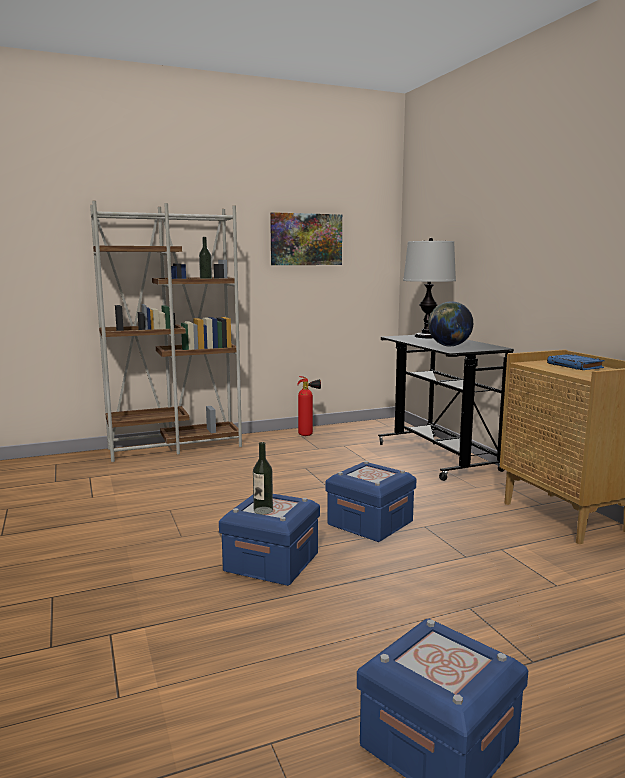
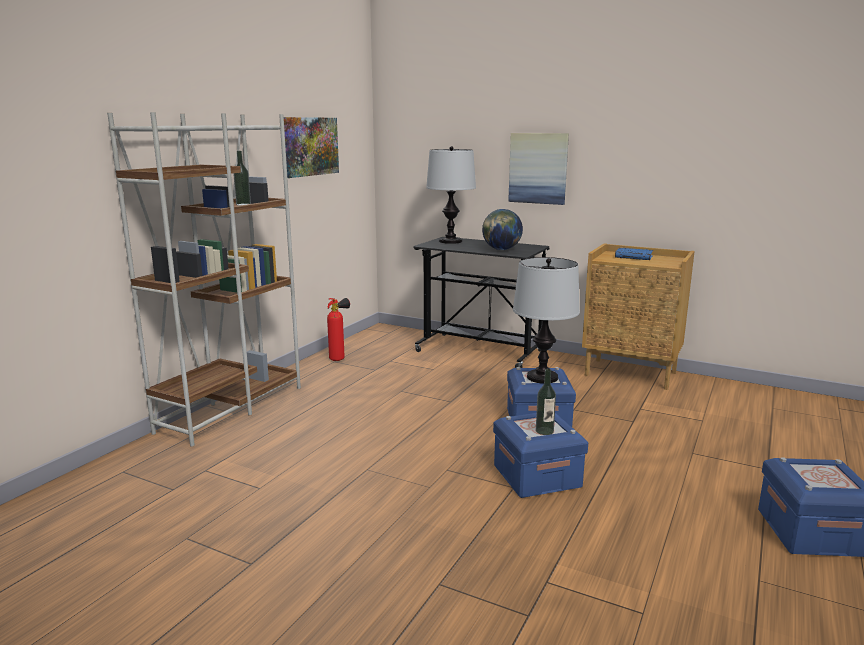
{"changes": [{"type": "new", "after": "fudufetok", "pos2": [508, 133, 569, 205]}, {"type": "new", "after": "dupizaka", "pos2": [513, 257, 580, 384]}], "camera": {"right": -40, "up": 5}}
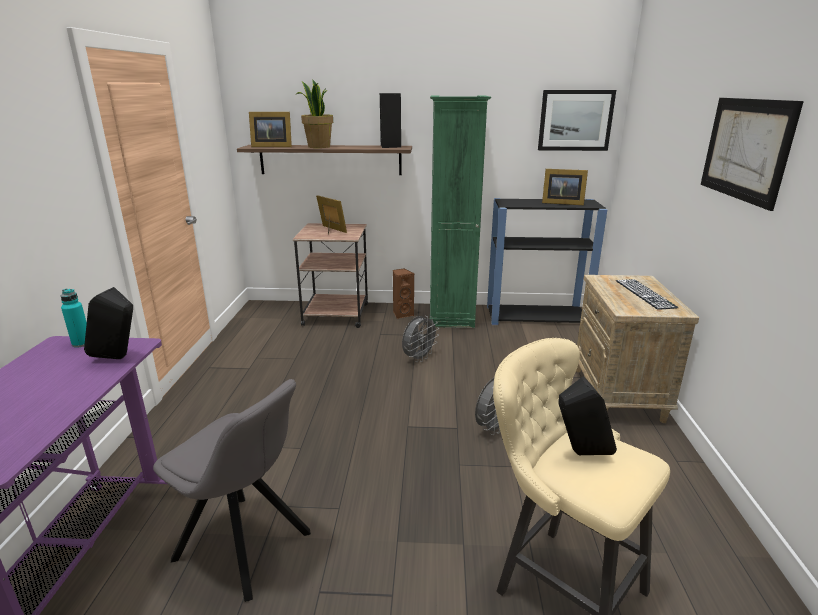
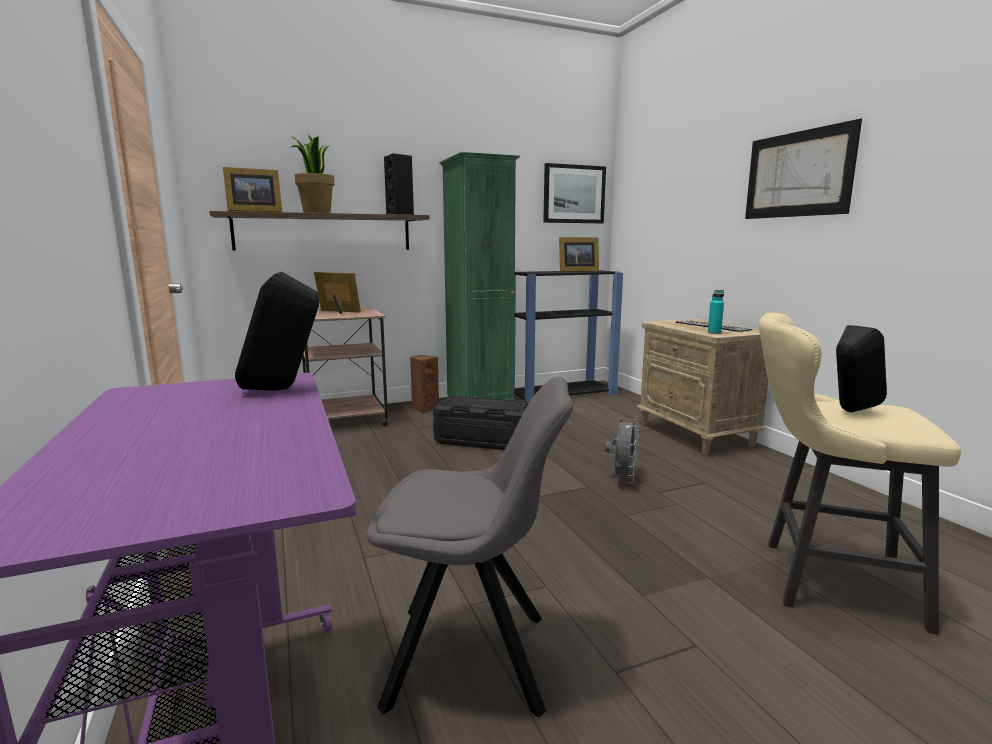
{"changes": [{"type": "shifted", "before": "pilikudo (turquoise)", "pos1": [61, 289, 87, 348], "pos2": [708, 290, 724, 334]}, {"type": "swapped", "before": "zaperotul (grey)", "after": "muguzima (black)", "pos1": [402, 316, 439, 362], "pos2": [433, 395, 529, 450]}], "camera": {"right": -25, "up": -10}}
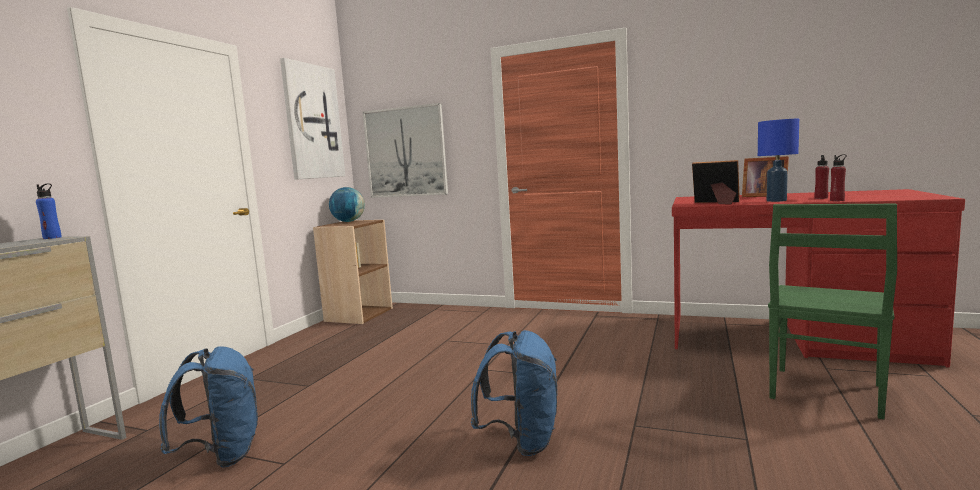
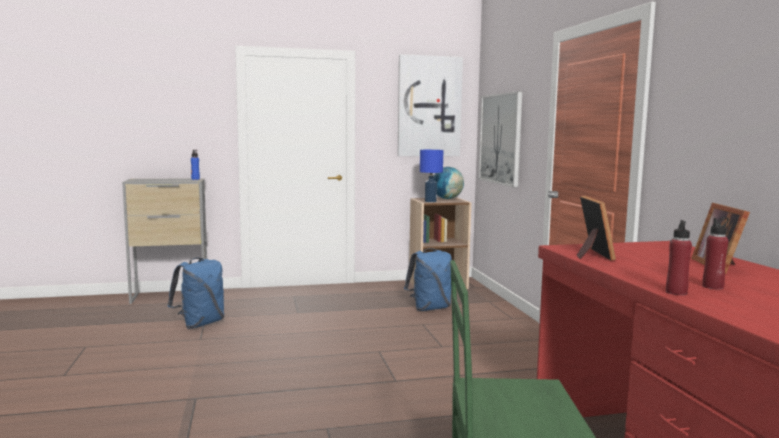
{"changes": [{"type": "shifted", "before": "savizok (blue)", "pos1": [471, 330, 557, 456], "pos2": [404, 248, 452, 311]}, {"type": "shifted", "before": "dupizaka (blue)", "pos1": [758, 119, 799, 202], "pos2": [420, 150, 443, 202]}], "camera": {"right": 55, "up": 0}}
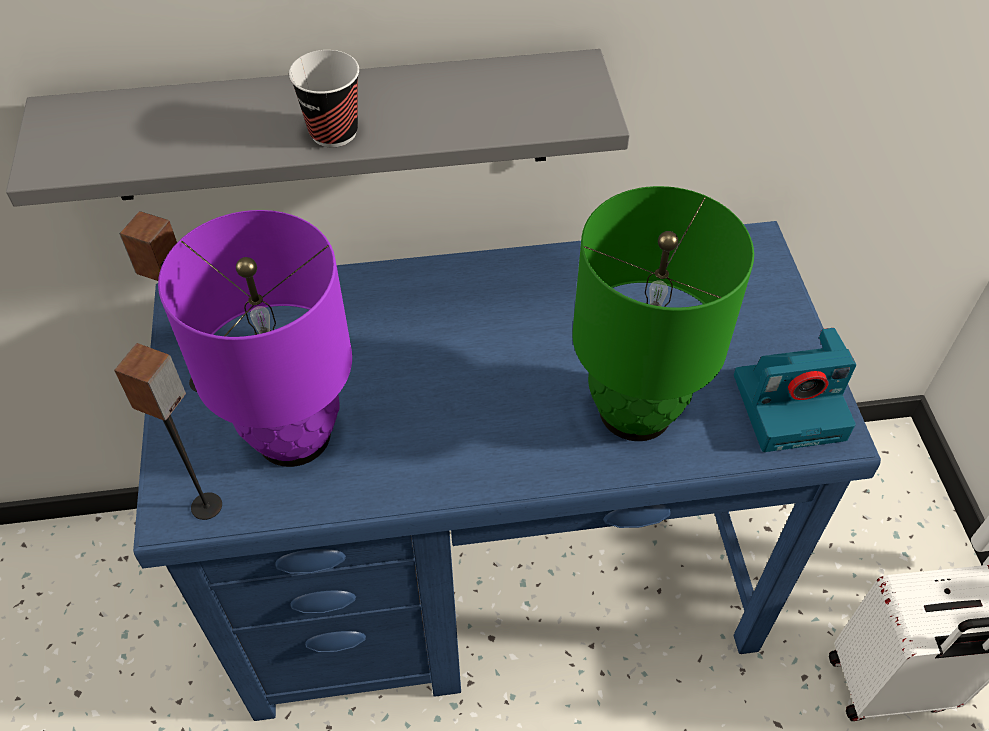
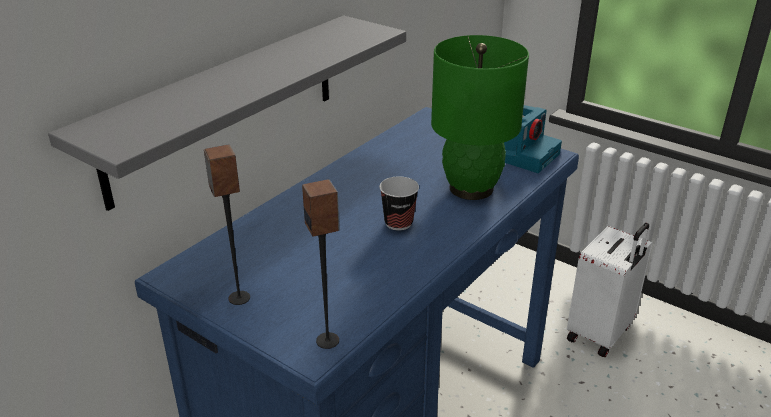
{"changes": [{"type": "gone", "before": "dupizaka (purple)", "pos1": [158, 210, 352, 467]}, {"type": "shifted", "before": "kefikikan", "pos1": [289, 50, 359, 147], "pos2": [379, 176, 419, 231]}], "camera": {"right": -45, "up": -20}}
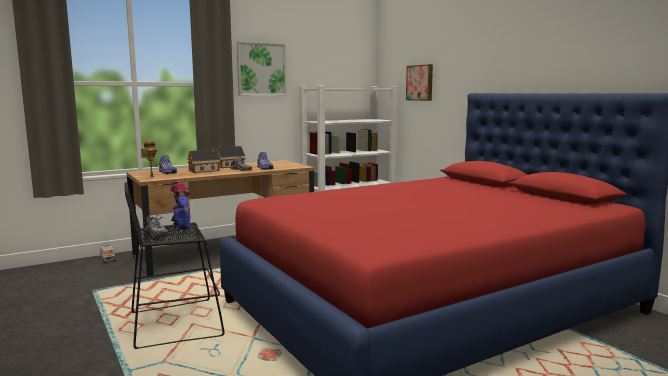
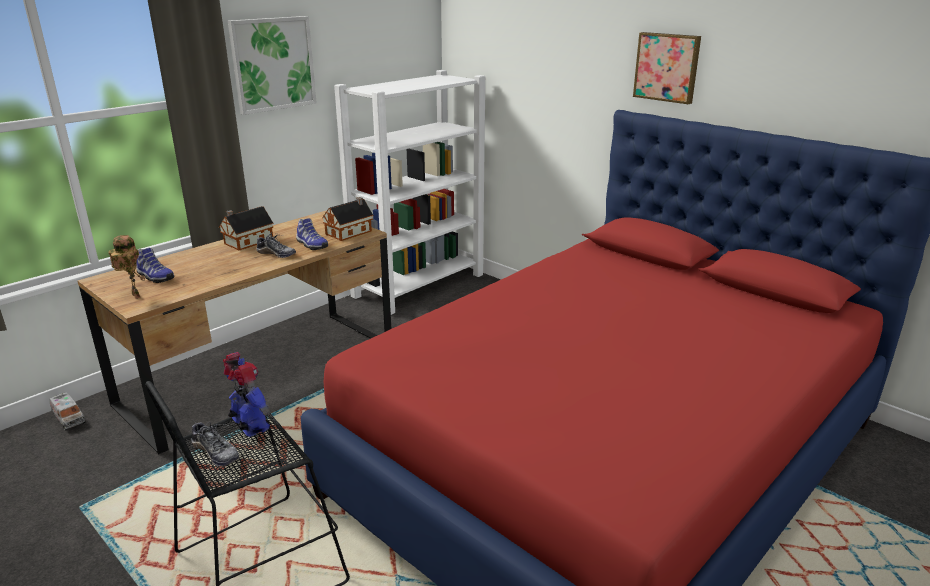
{"changes": [{"type": "shifted", "before": "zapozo", "pos1": [187, 148, 221, 173], "pos2": [322, 197, 374, 241]}, {"type": "shifted", "before": "fudufetok", "pos1": [406, 64, 433, 101], "pos2": [633, 32, 701, 104]}], "camera": {"right": -15, "up": 15}}
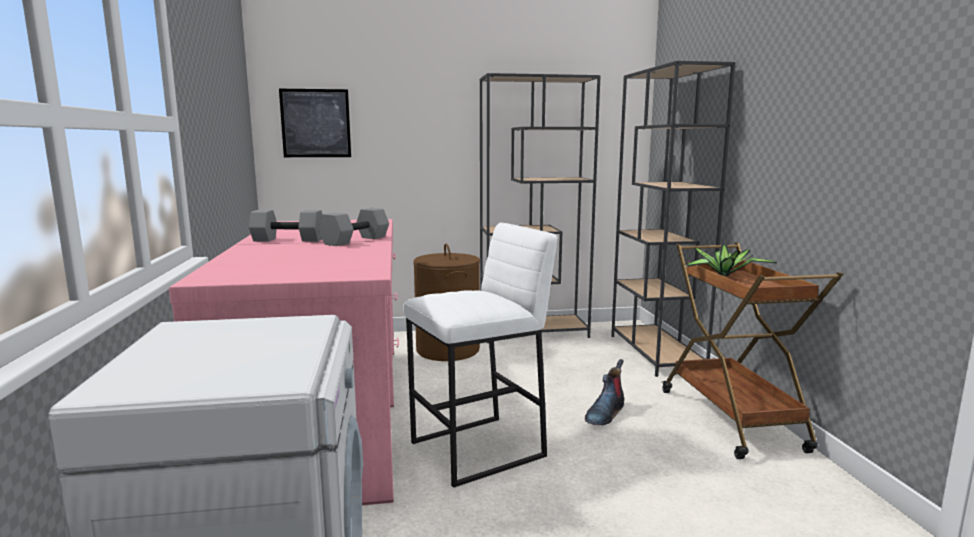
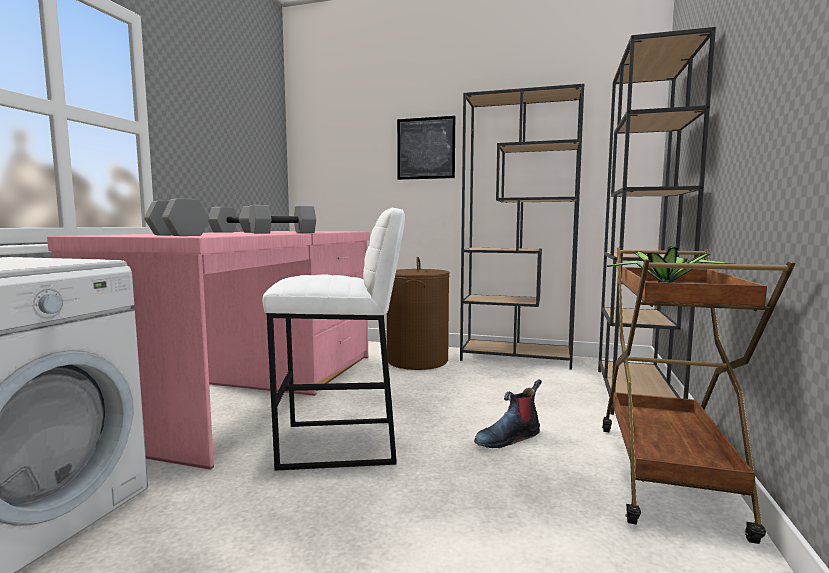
{"changes": [{"type": "new", "after": "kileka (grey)", "pos2": [144, 198, 209, 236]}, {"type": "shifted", "before": "fudufetok", "pos1": [279, 89, 351, 157], "pos2": [397, 116, 455, 180]}], "camera": {"right": 25, "up": -5}}
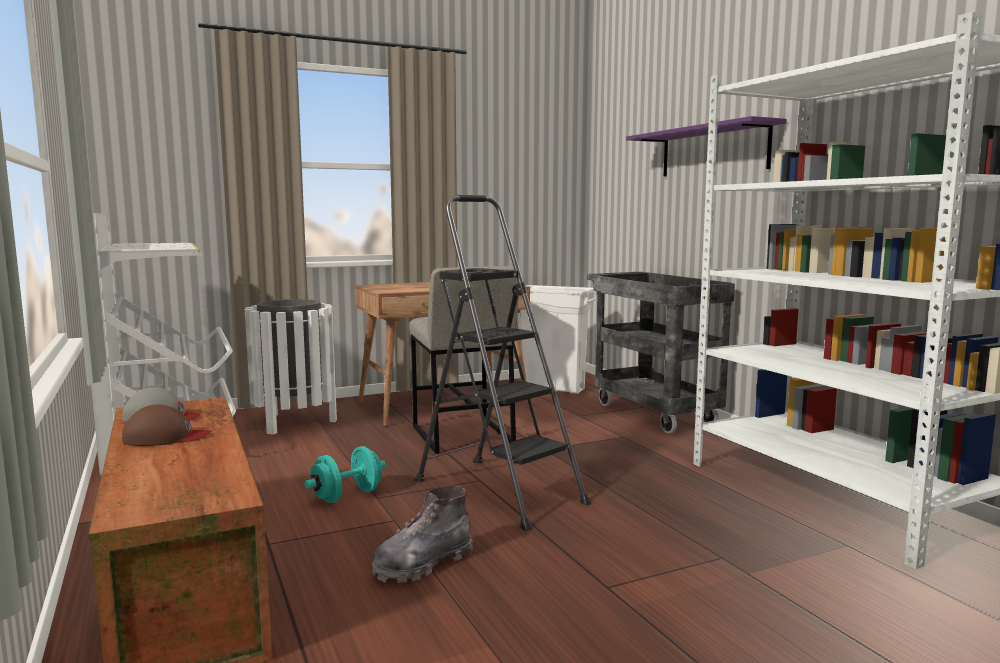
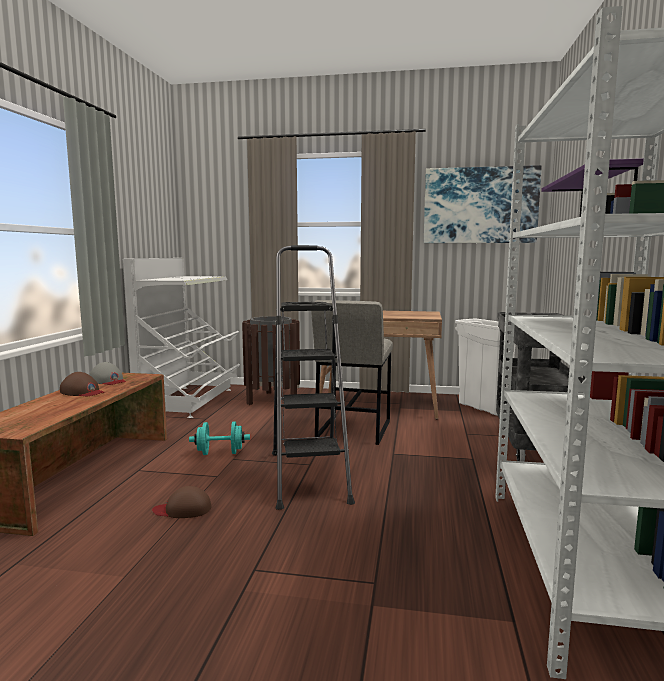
{"changes": [{"type": "new", "after": "fudufetok", "pos2": [424, 165, 542, 243]}, {"type": "swapped", "before": "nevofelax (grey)", "after": "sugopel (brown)", "pos1": [372, 485, 473, 583], "pos2": [152, 486, 211, 518]}, {"type": "repainted", "before": "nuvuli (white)", "after": "nuvuli (brown)", "pos1": [245, 299, 337, 435], "pos2": [242, 316, 300, 405]}], "camera": {"right": 35, "up": 0}}
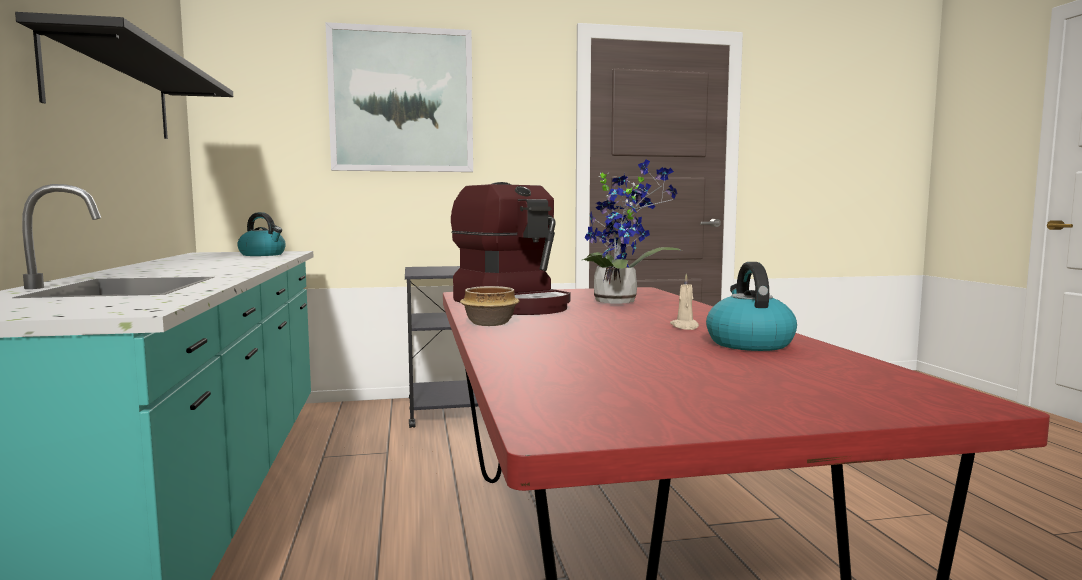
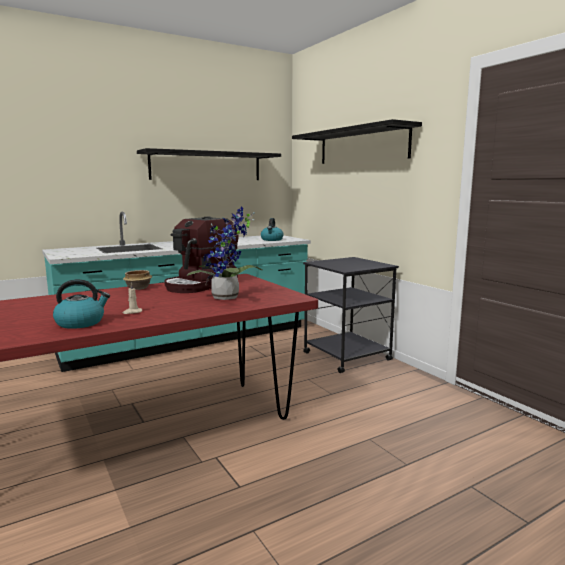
{"changes": [{"type": "swapped", "before": "fudufetok", "after": "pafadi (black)", "pos1": [325, 22, 473, 172], "pos2": [292, 119, 422, 164]}], "camera": {"right": 70, "up": 5}}
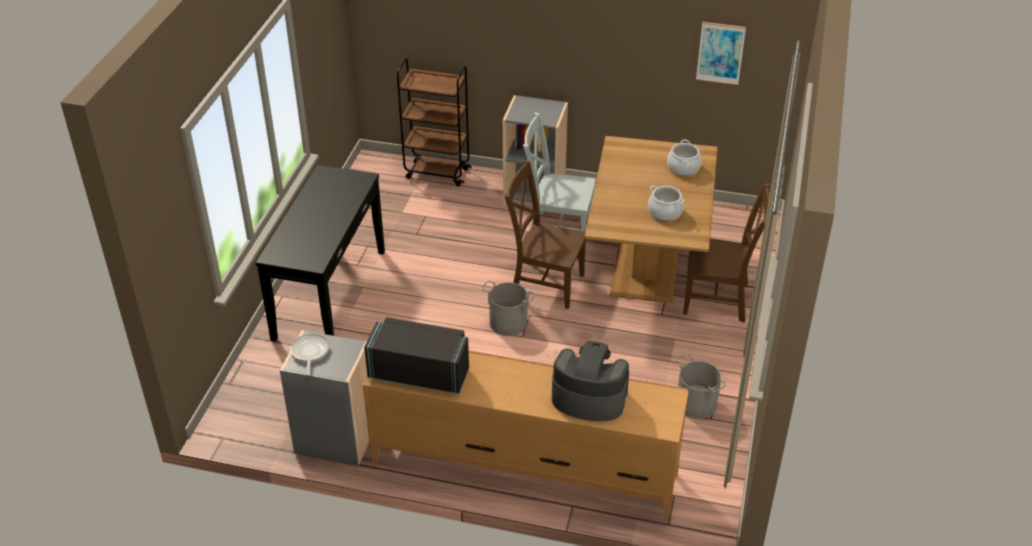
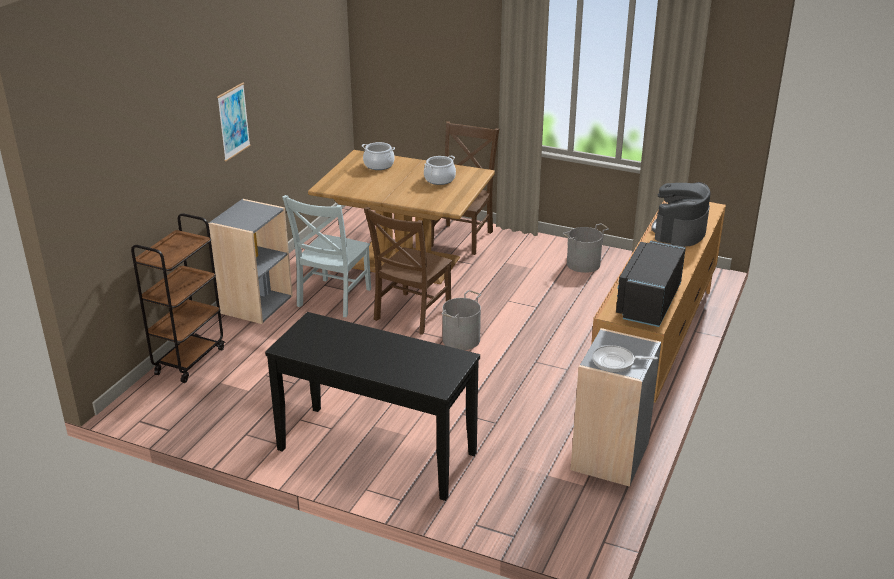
{"changes": [{"type": "shifted", "before": "fudufetok", "pos1": [696, 22, 746, 85], "pos2": [217, 83, 251, 161]}], "camera": {"right": -80, "up": -10}}
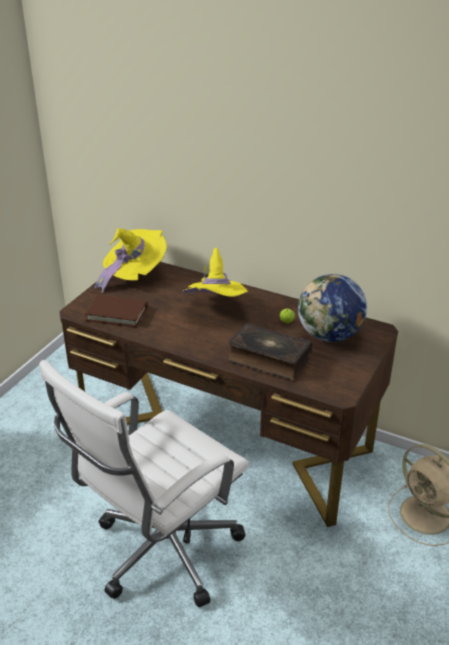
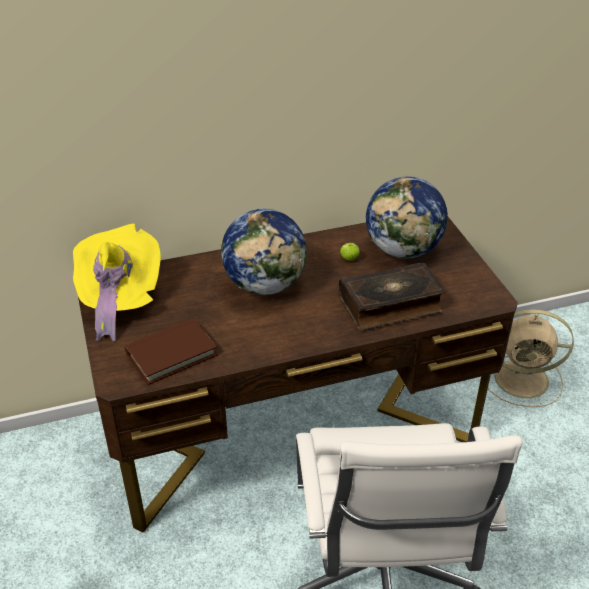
{"changes": [{"type": "swapped", "before": "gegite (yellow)", "after": "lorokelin", "pos1": [182, 248, 248, 297], "pos2": [221, 209, 307, 295]}], "camera": {"right": -45, "up": 5}}
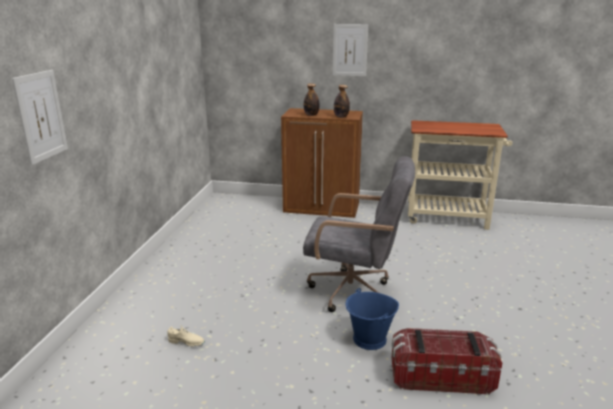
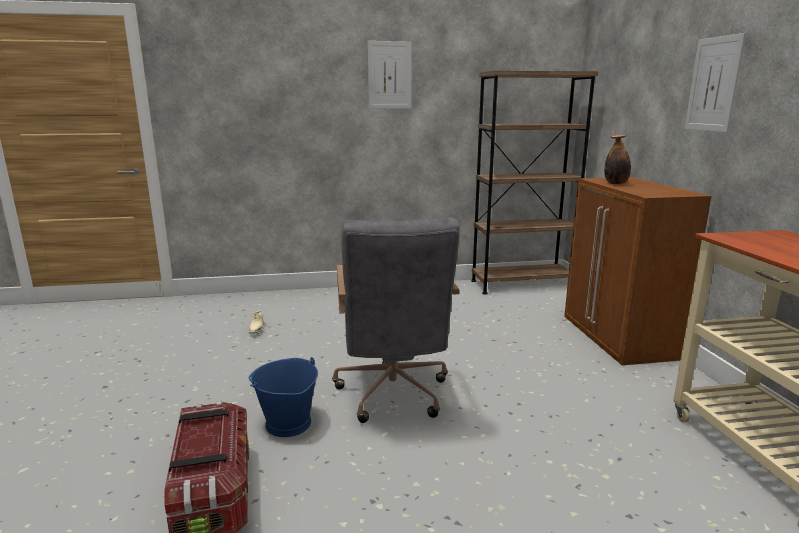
{"changes": [{"type": "gone", "before": "pilikudo", "pos1": [334, 85, 350, 117]}, {"type": "new", "after": "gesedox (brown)", "pos2": [471, 71, 599, 295]}, {"type": "shifted", "before": "fudufetok", "pos1": [12, 70, 68, 165], "pos2": [368, 41, 412, 109]}], "camera": {"right": 70, "up": -5}}
